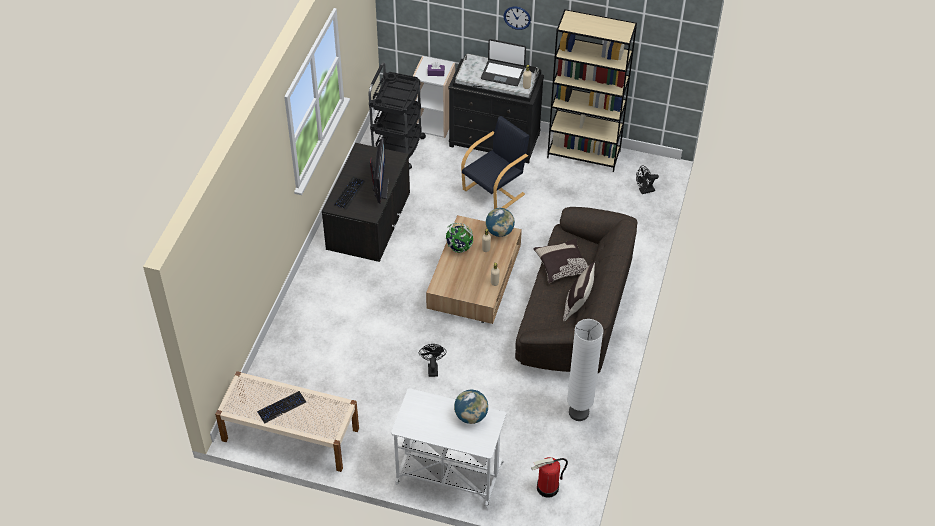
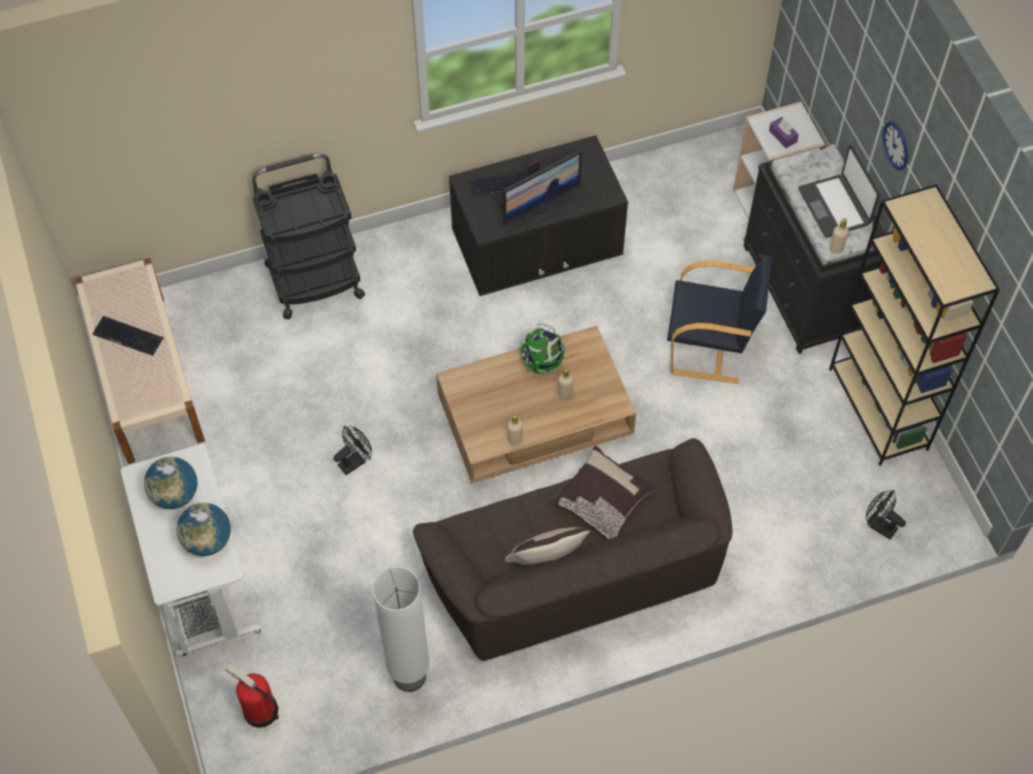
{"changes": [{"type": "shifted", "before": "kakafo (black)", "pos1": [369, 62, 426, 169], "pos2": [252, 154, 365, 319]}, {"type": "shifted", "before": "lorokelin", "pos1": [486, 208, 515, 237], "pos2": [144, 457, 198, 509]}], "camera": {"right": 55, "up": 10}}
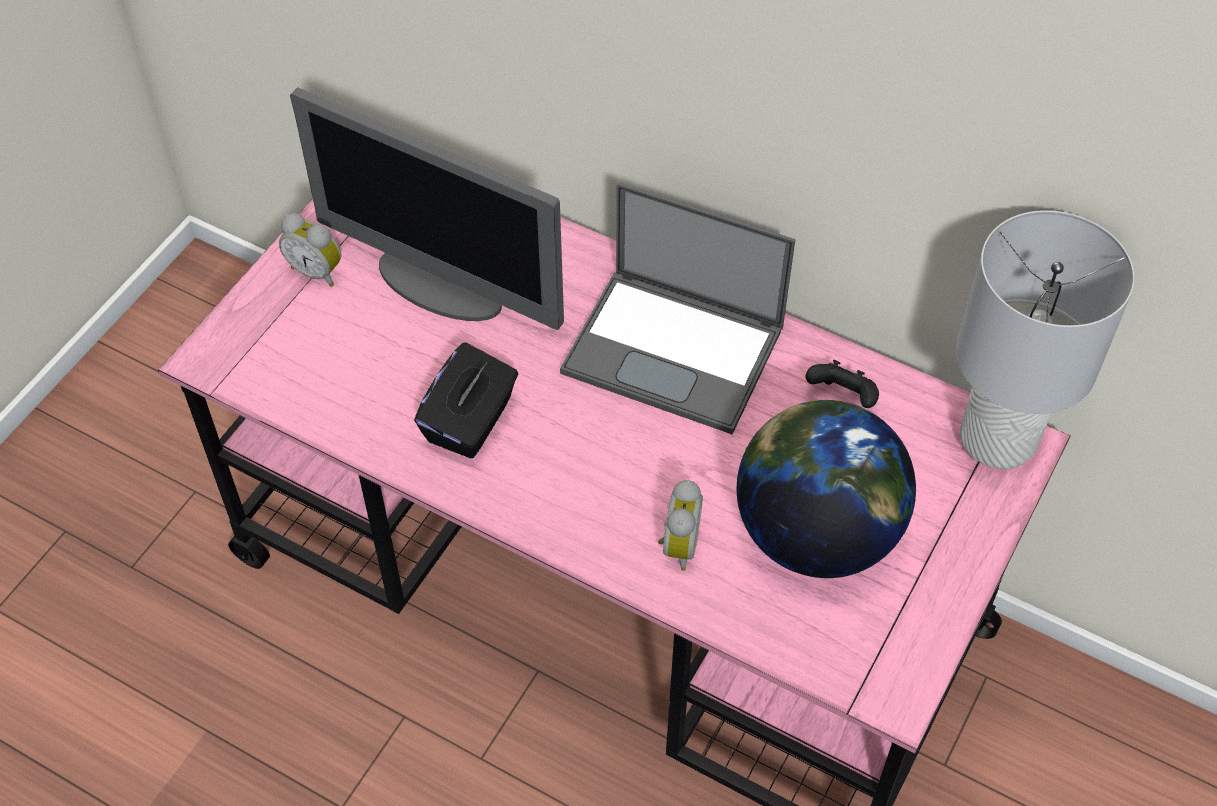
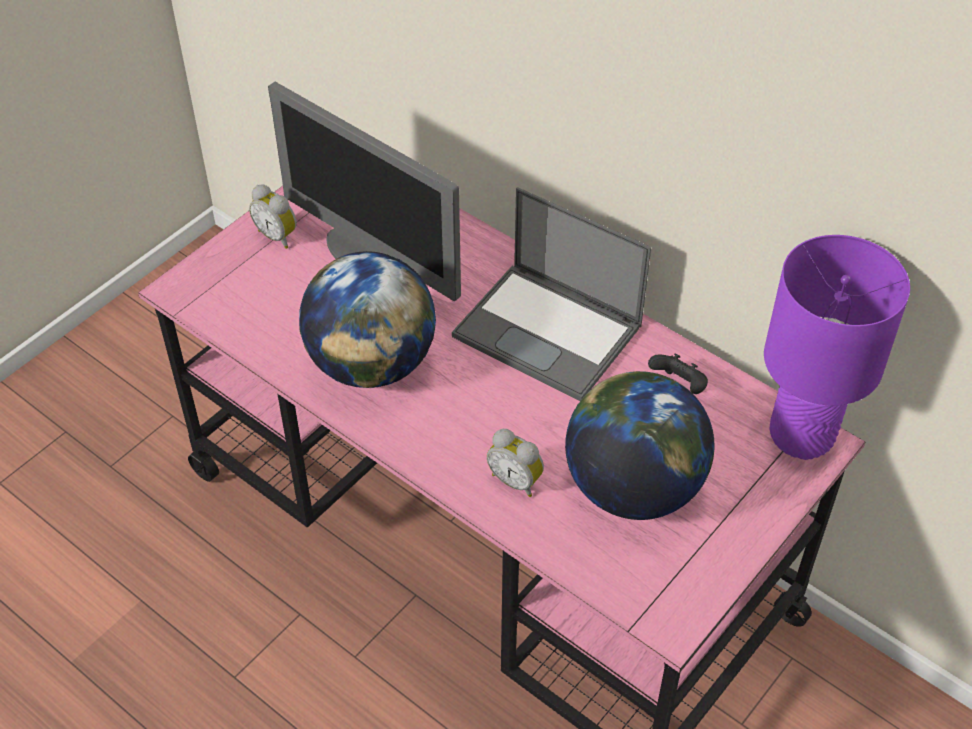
{"changes": [{"type": "swapped", "before": "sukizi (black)", "after": "lorokelin", "pos1": [414, 342, 519, 458], "pos2": [299, 251, 436, 388]}, {"type": "repainted", "before": "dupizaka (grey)", "after": "dupizaka (purple)", "pos1": [956, 210, 1135, 470], "pos2": [764, 235, 910, 460]}, {"type": "rotated", "before": "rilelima", "pos1": [658, 480, 703, 571], "pos2": [487, 429, 544, 497], "turn": 105}], "camera": {"right": 10, "up": -5}}
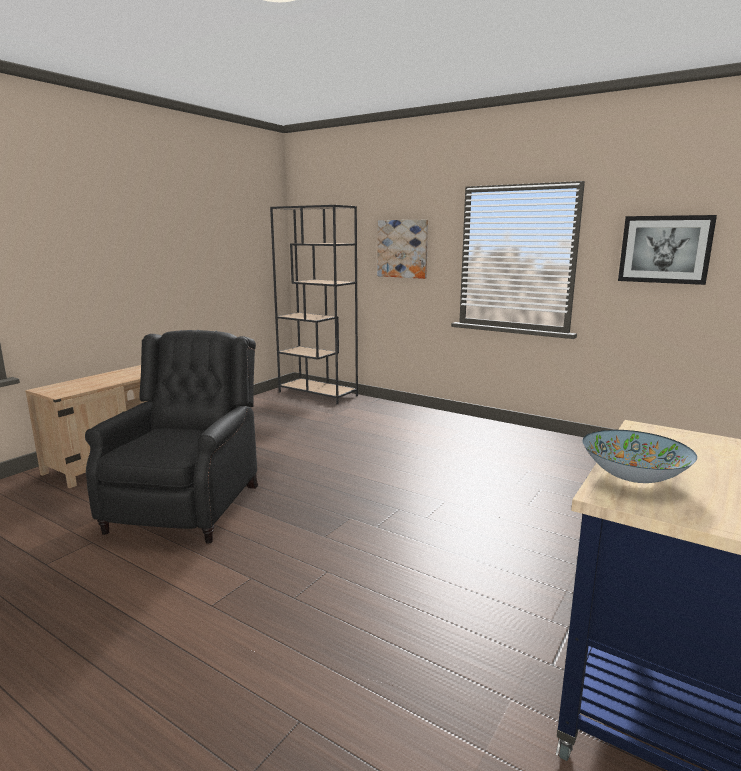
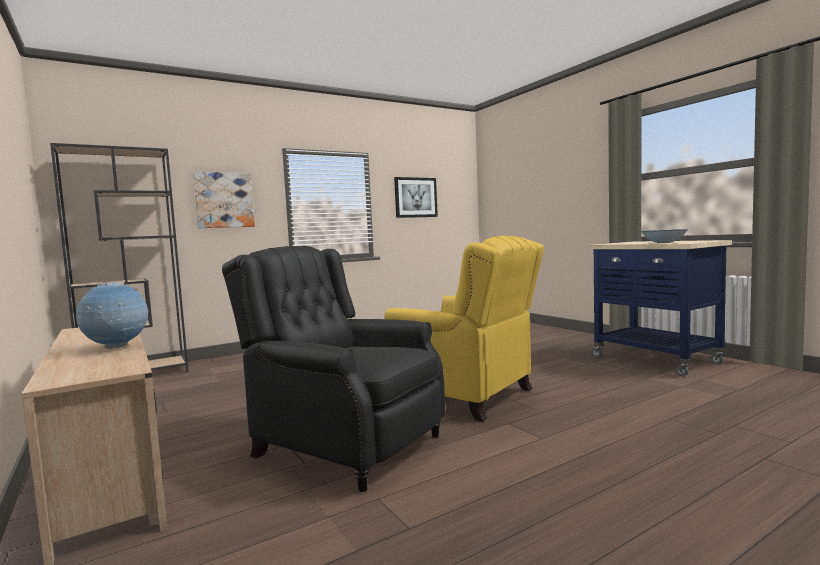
{"changes": [{"type": "new", "after": "lorokelin", "pos2": [76, 282, 148, 349]}, {"type": "new", "after": "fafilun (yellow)", "pos2": [384, 236, 544, 422]}], "camera": {"right": -65, "up": -10}}
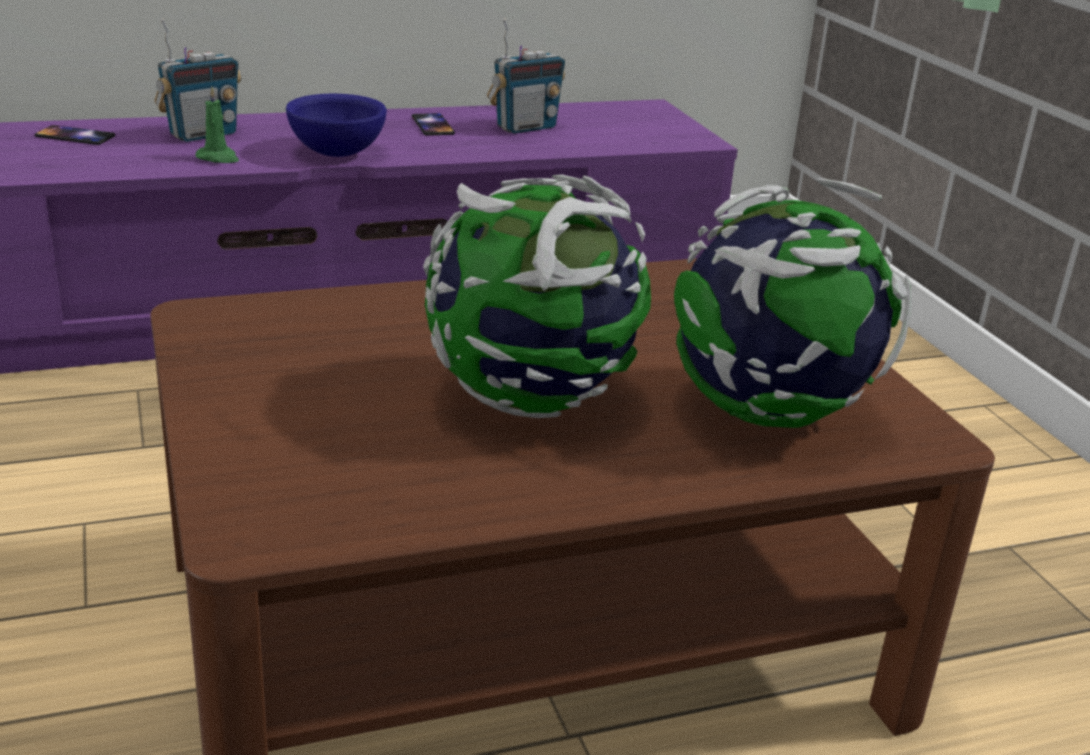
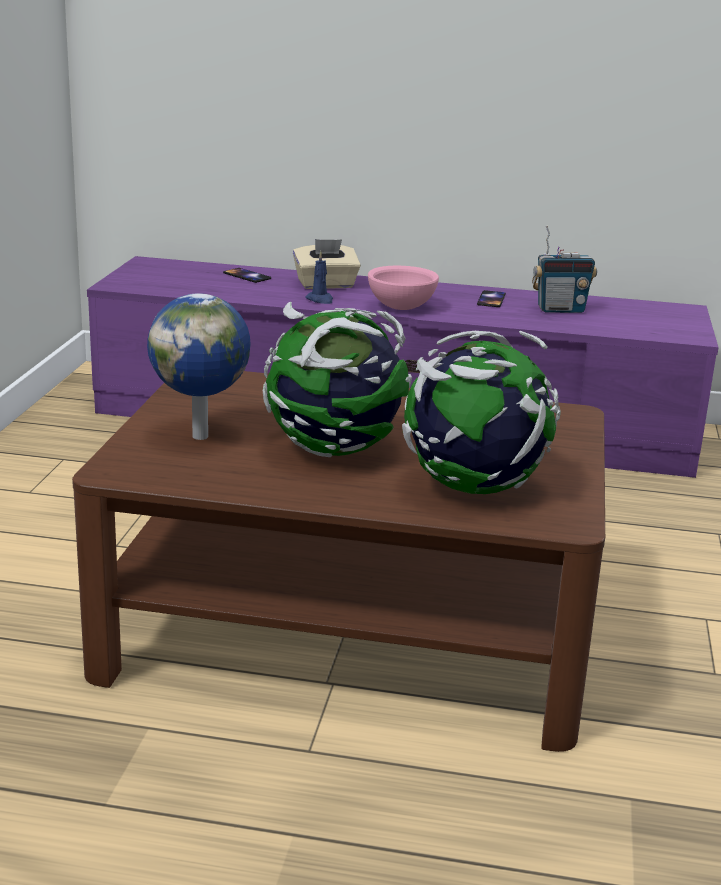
{"changes": [{"type": "new", "after": "lorokelin", "pos2": [147, 293, 251, 440]}, {"type": "swapped", "before": "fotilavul", "after": "sukizi (beige)", "pos1": [155, 19, 242, 142], "pos2": [293, 239, 361, 289]}, {"type": "repainted", "before": "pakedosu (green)", "after": "pakedosu (blue)", "pos1": [195, 87, 239, 163], "pos2": [305, 251, 333, 304]}, {"type": "repainted", "before": "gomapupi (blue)", "after": "gomapupi (pink)", "pos1": [286, 94, 387, 157], "pos2": [368, 266, 439, 310]}], "camera": {"right": 30, "up": -5}}
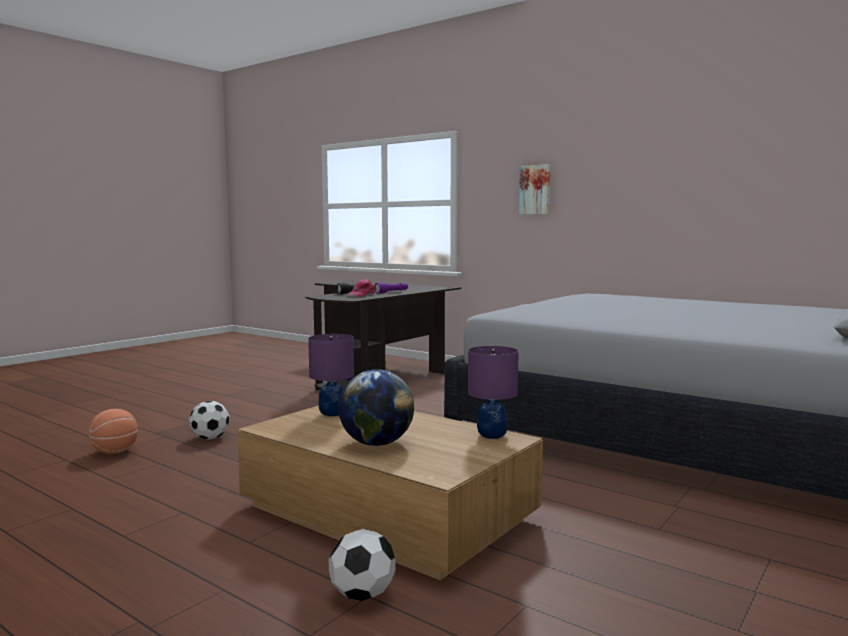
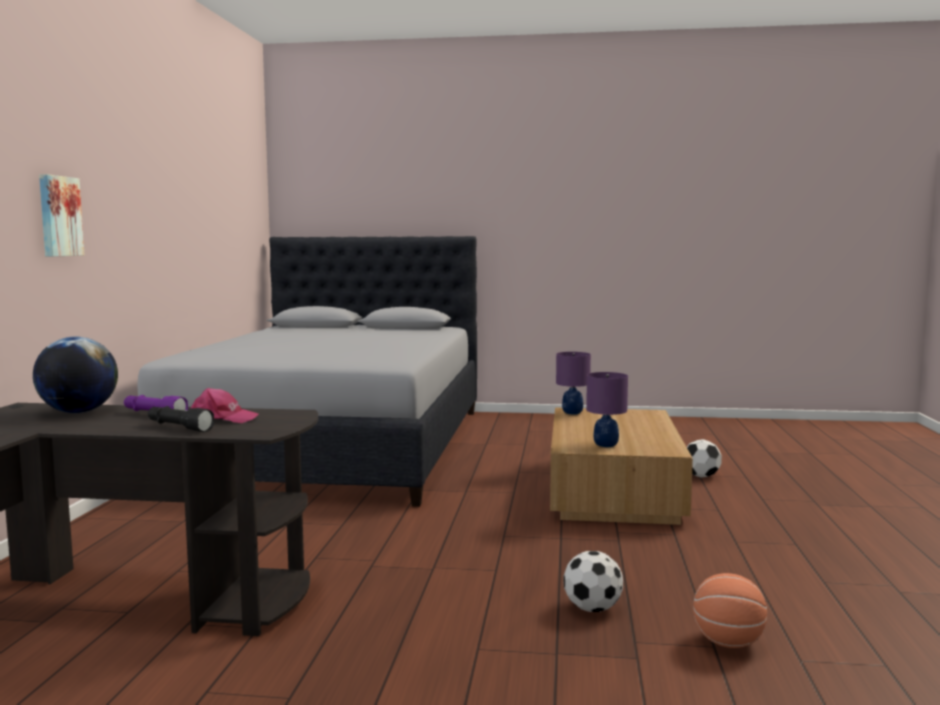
{"changes": [{"type": "shifted", "before": "lorokelin", "pos1": [338, 369, 414, 446], "pos2": [33, 337, 118, 413]}], "camera": {"right": -120, "up": 0}}
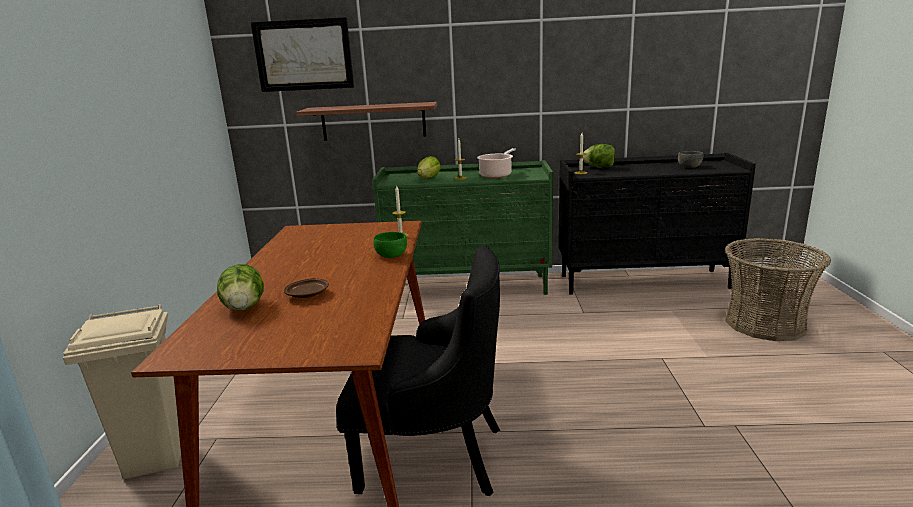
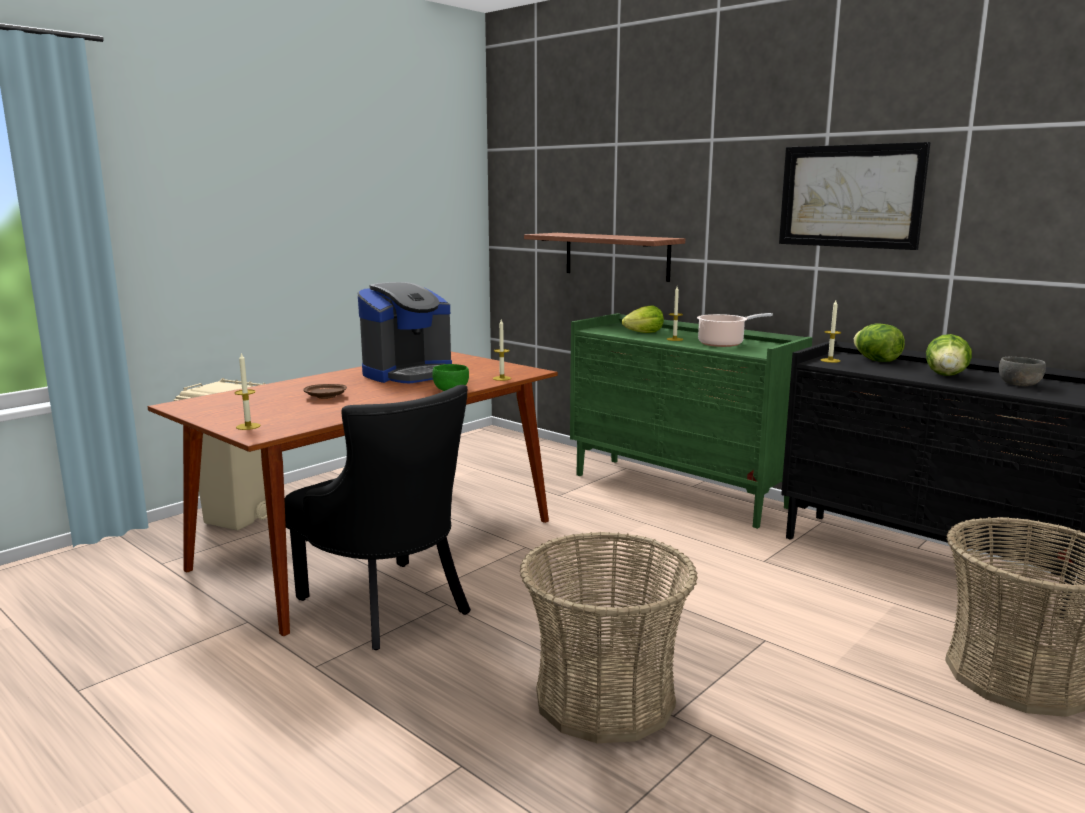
{"changes": [{"type": "new", "after": "pakedosu", "pos2": [235, 352, 261, 430]}, {"type": "new", "after": "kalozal", "pos2": [358, 282, 452, 383]}, {"type": "new", "after": "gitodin", "pos2": [520, 532, 698, 743]}, {"type": "shifted", "before": "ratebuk", "pos1": [217, 264, 264, 311], "pos2": [926, 334, 972, 376]}, {"type": "shifted", "before": "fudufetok", "pos1": [251, 17, 354, 92], "pos2": [779, 142, 930, 250]}], "camera": {"right": 40, "up": -5}}
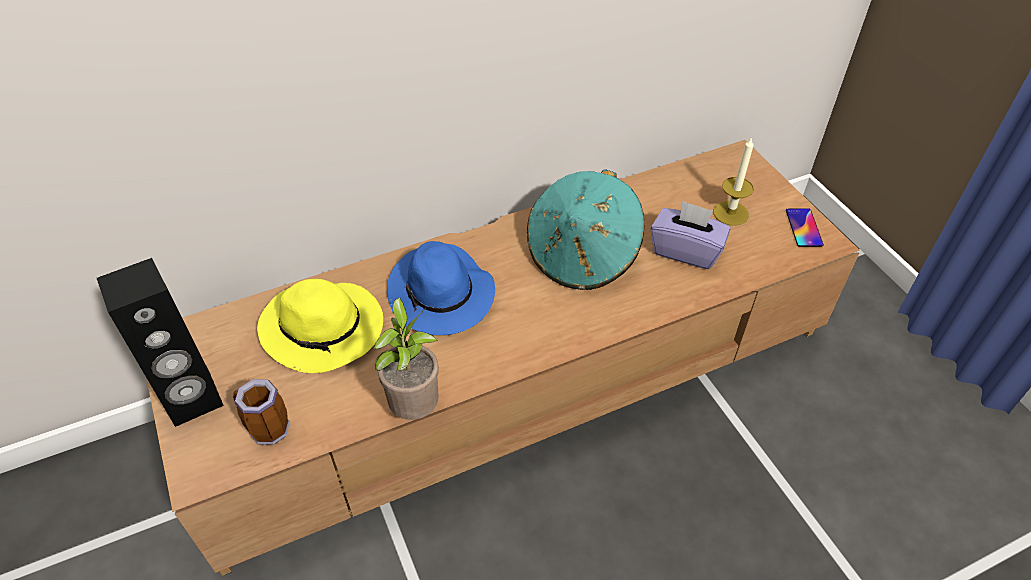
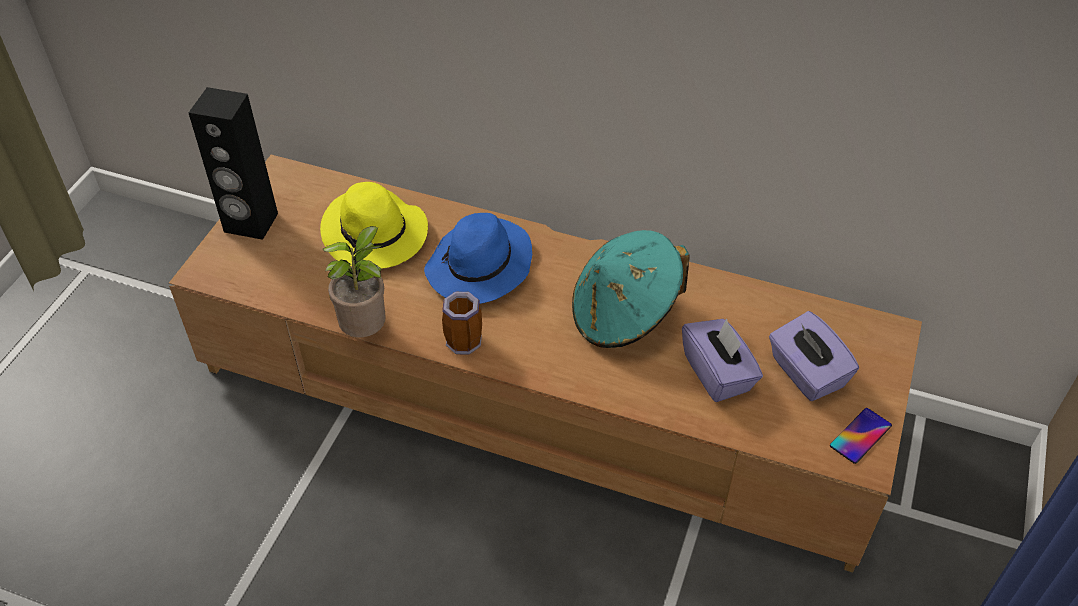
{"changes": [{"type": "shifted", "before": "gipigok", "pos1": [233, 379, 290, 445], "pos2": [442, 292, 482, 355]}, {"type": "swapped", "before": "pakedosu", "after": "sukizi (purple)", "pos1": [713, 137, 754, 226], "pos2": [769, 311, 859, 401]}], "camera": {"right": 45, "up": 0}}
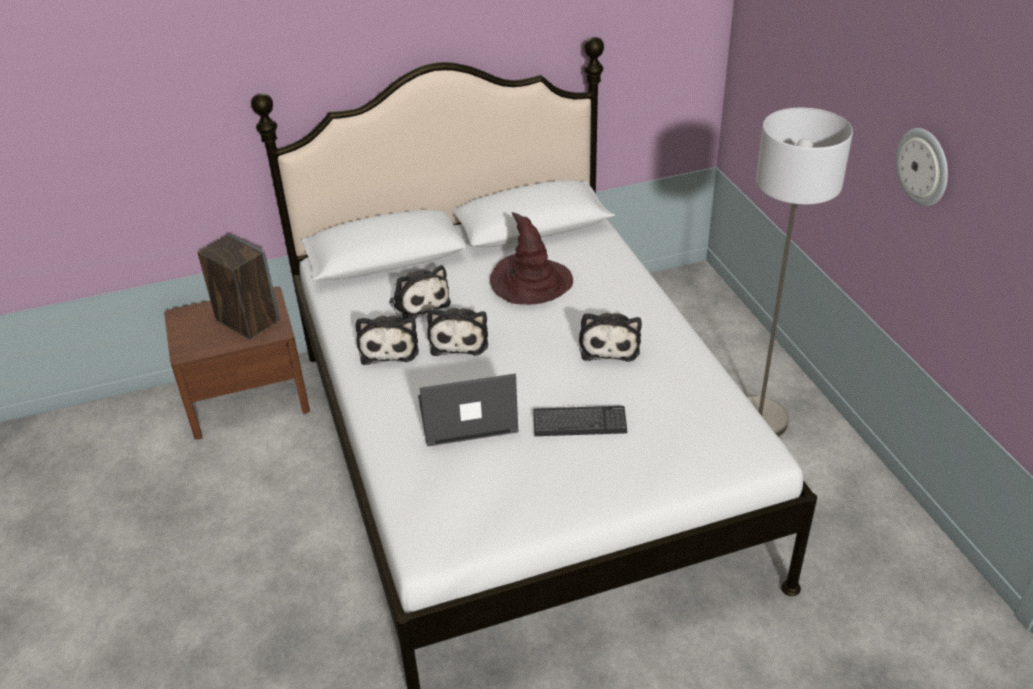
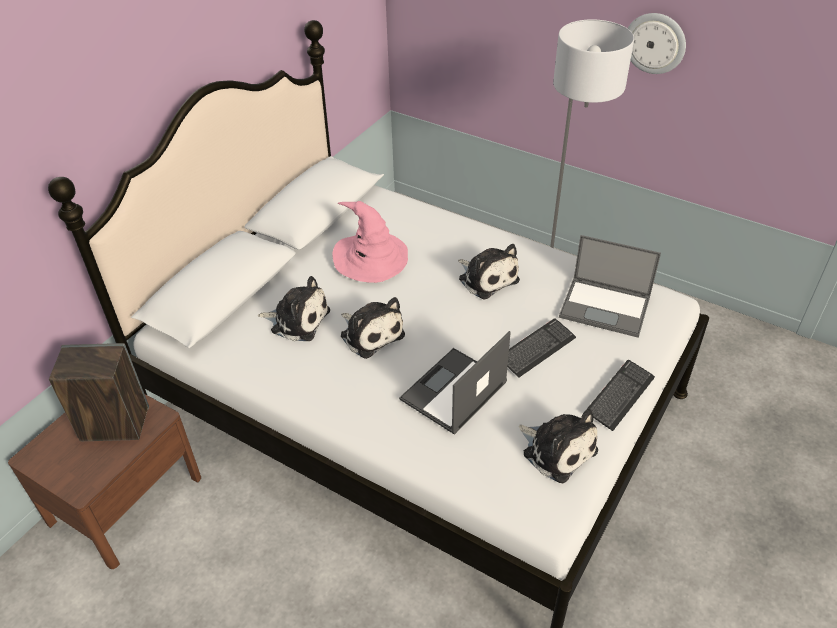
{"changes": [{"type": "new", "after": "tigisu", "pos2": [559, 235, 661, 338]}, {"type": "new", "after": "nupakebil", "pos2": [586, 360, 655, 431]}, {"type": "shifted", "before": "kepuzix", "pos1": [356, 316, 419, 365], "pos2": [519, 409, 598, 483]}, {"type": "repainted", "before": "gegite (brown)", "after": "gegite (pink)", "pos1": [490, 212, 573, 305], "pos2": [333, 201, 408, 283]}], "camera": {"right": -40, "up": 5}}
